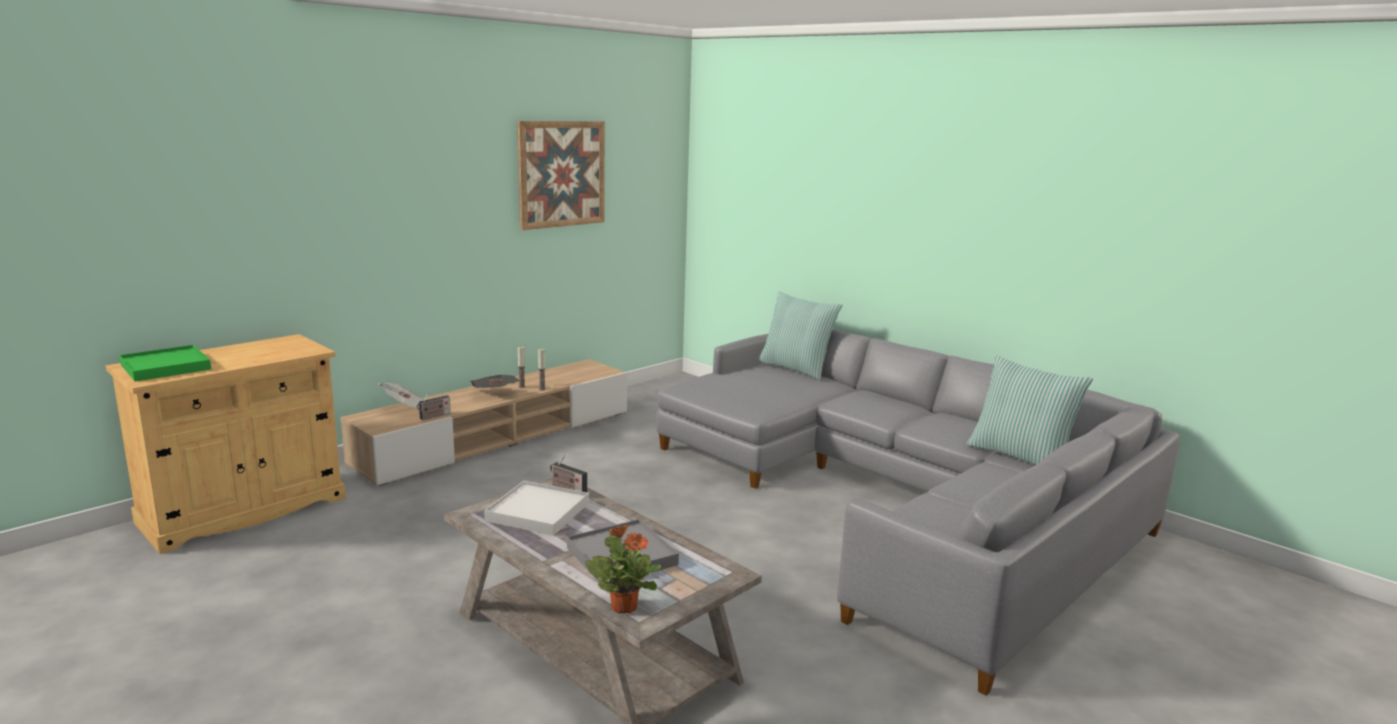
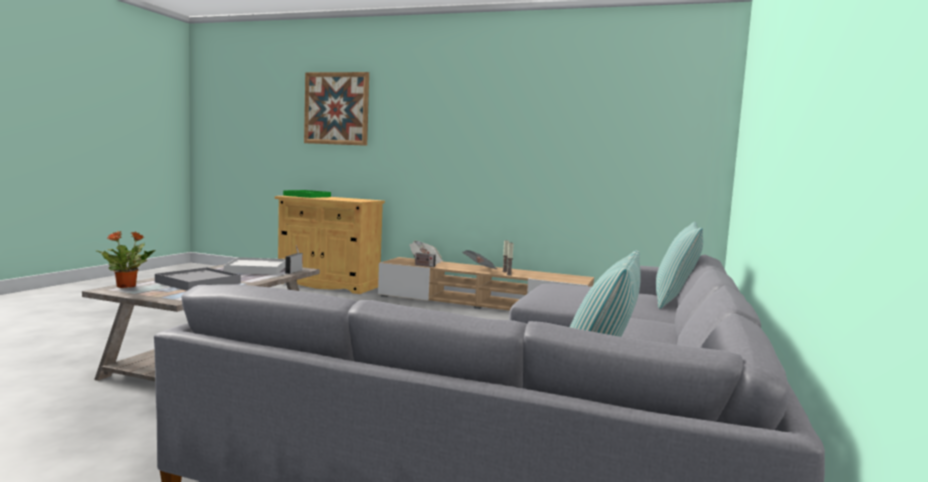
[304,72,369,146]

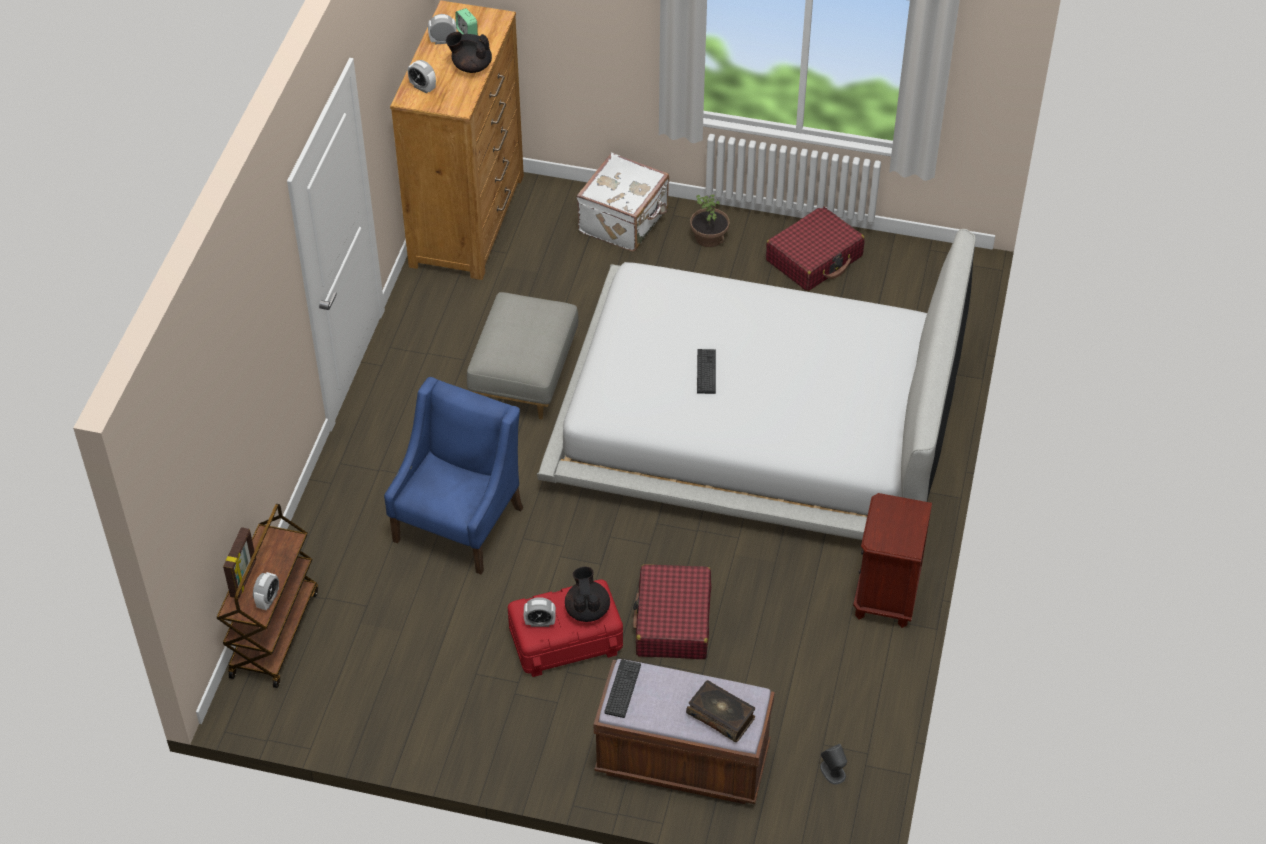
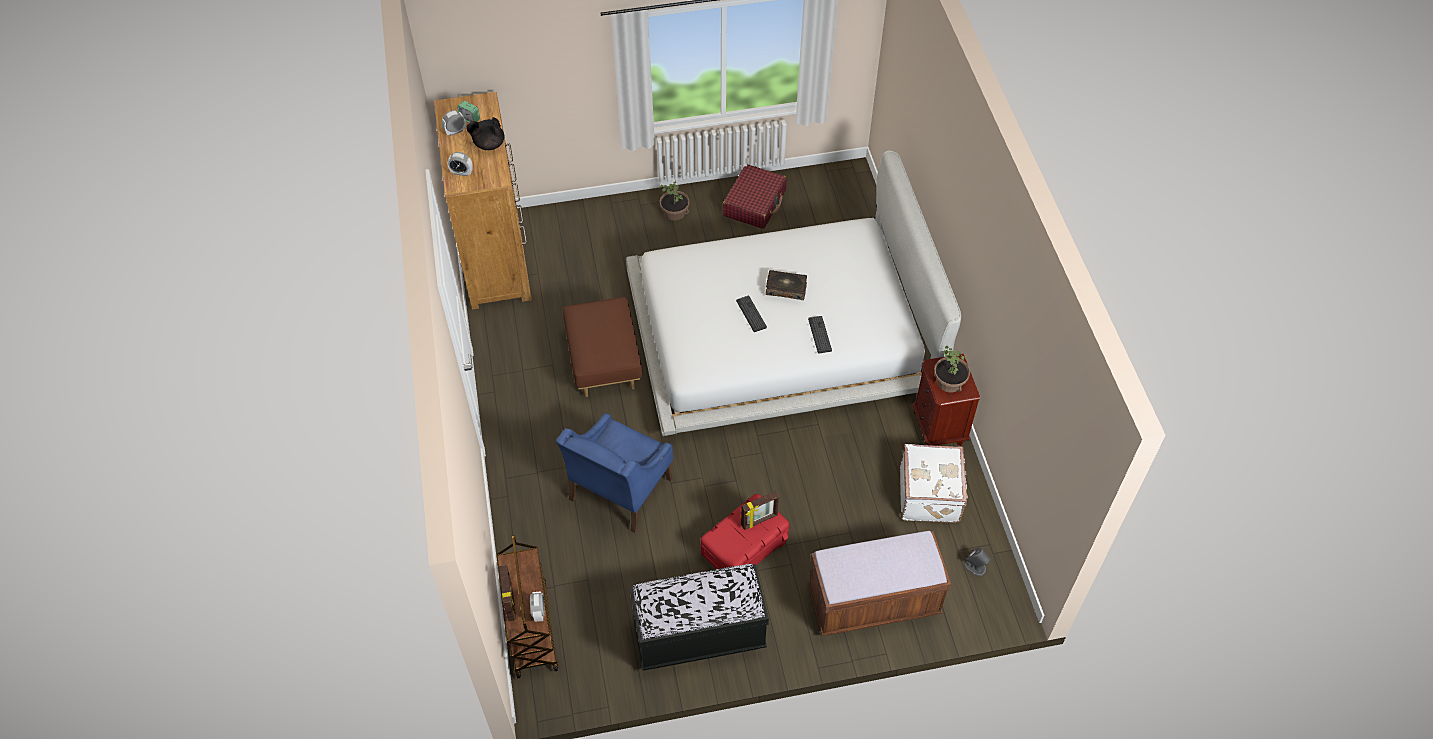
[900,444,968,523]
[563,297,642,397]
[556,413,673,533]
[633,564,711,659] (first image)
[741,491,779,530]
[524,597,556,627] (first image)
[808,316,832,354]
[766,270,807,300]
[934,346,970,392]
[630,564,769,671]

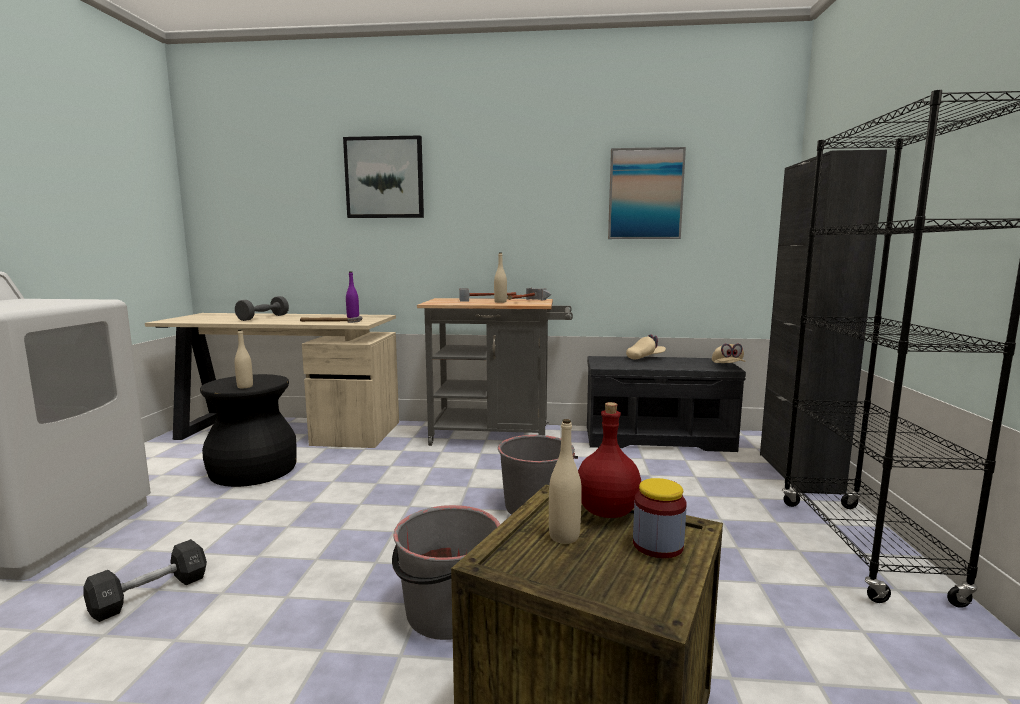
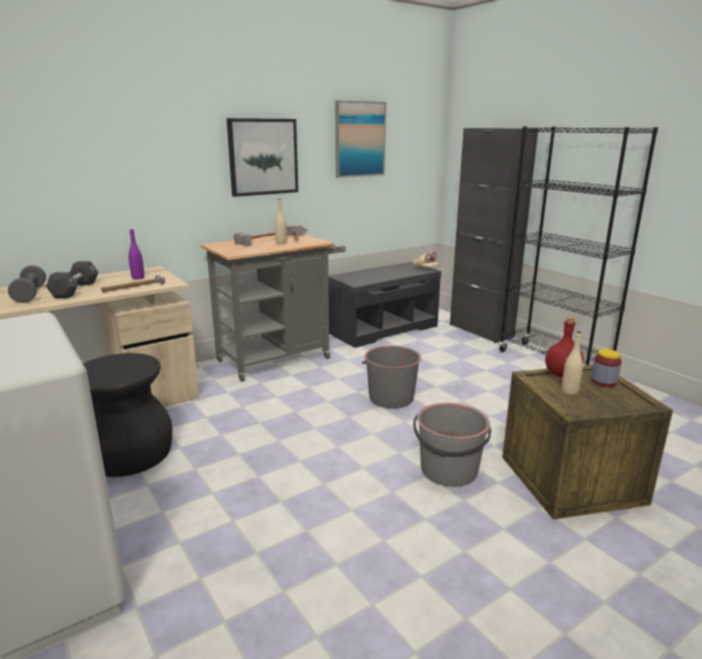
[227,118,298,197]
[235,329,253,388] (first image)
[626,334,666,359] (first image)
[46,261,99,298]

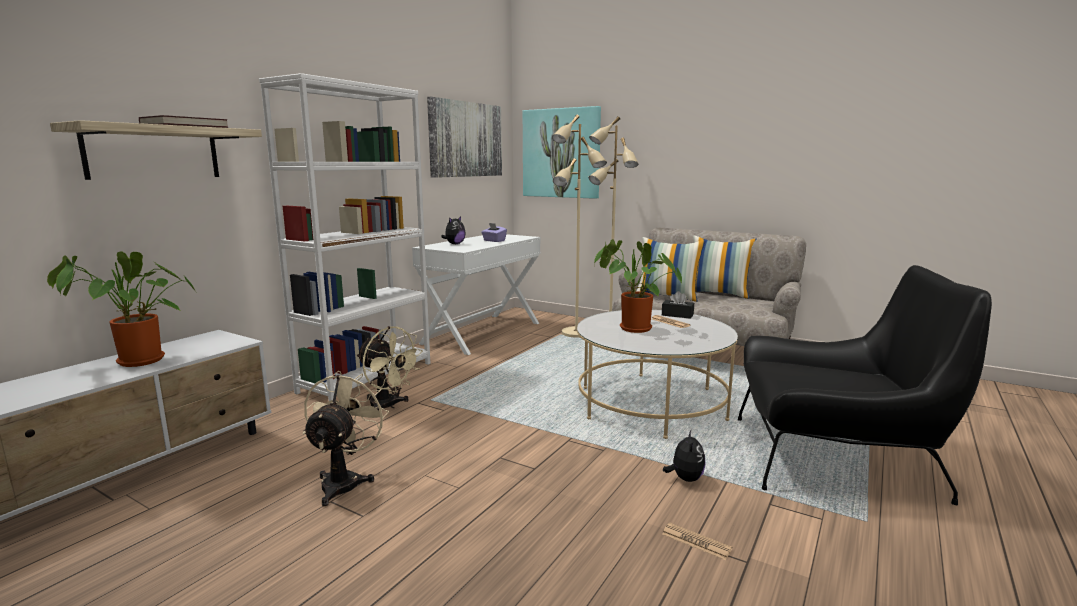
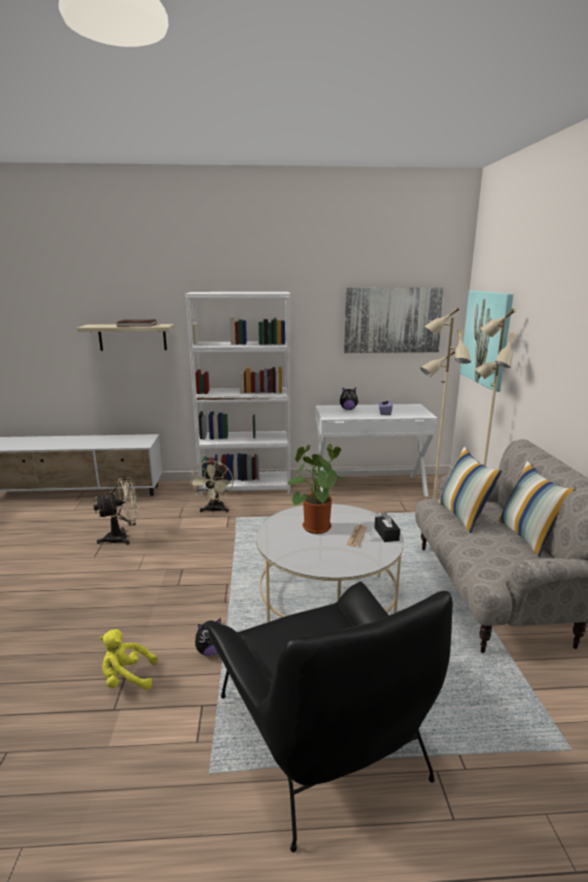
[47,251,195,367] (first image)
[100,629,157,690]

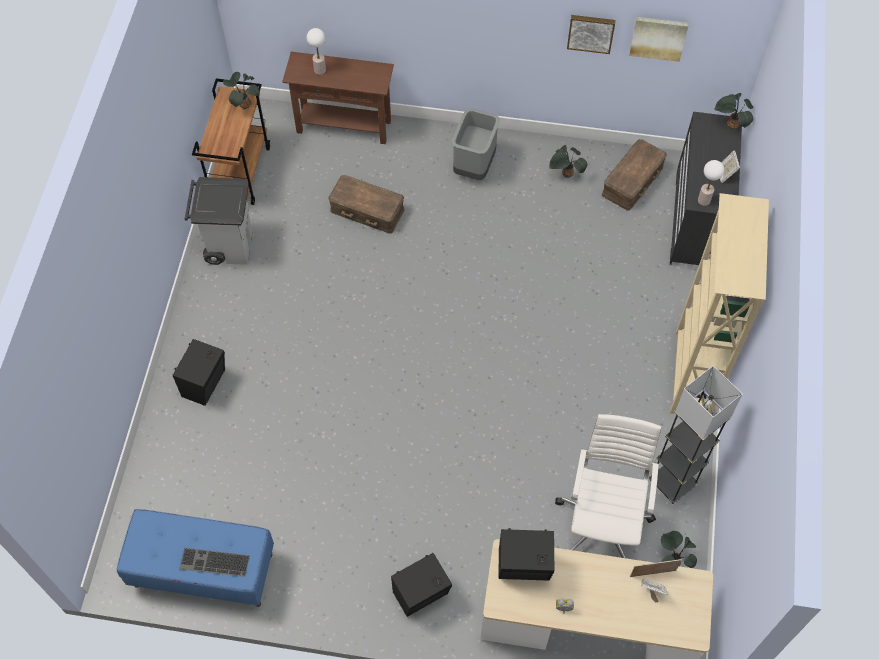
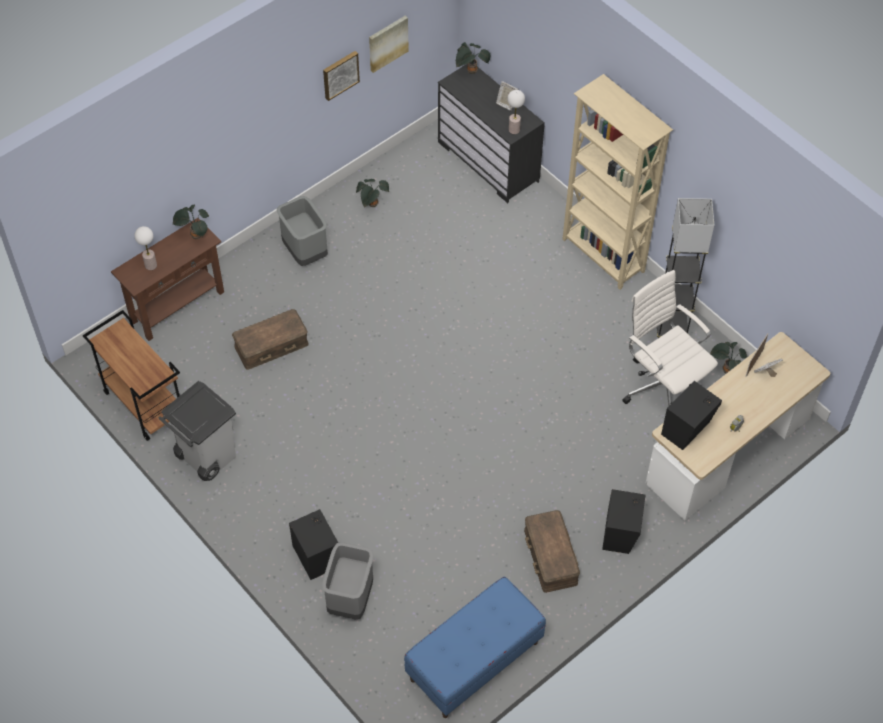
[173,205,209,239]
[524,510,580,593]
[179,548,250,577] (first image)
[322,542,373,619]

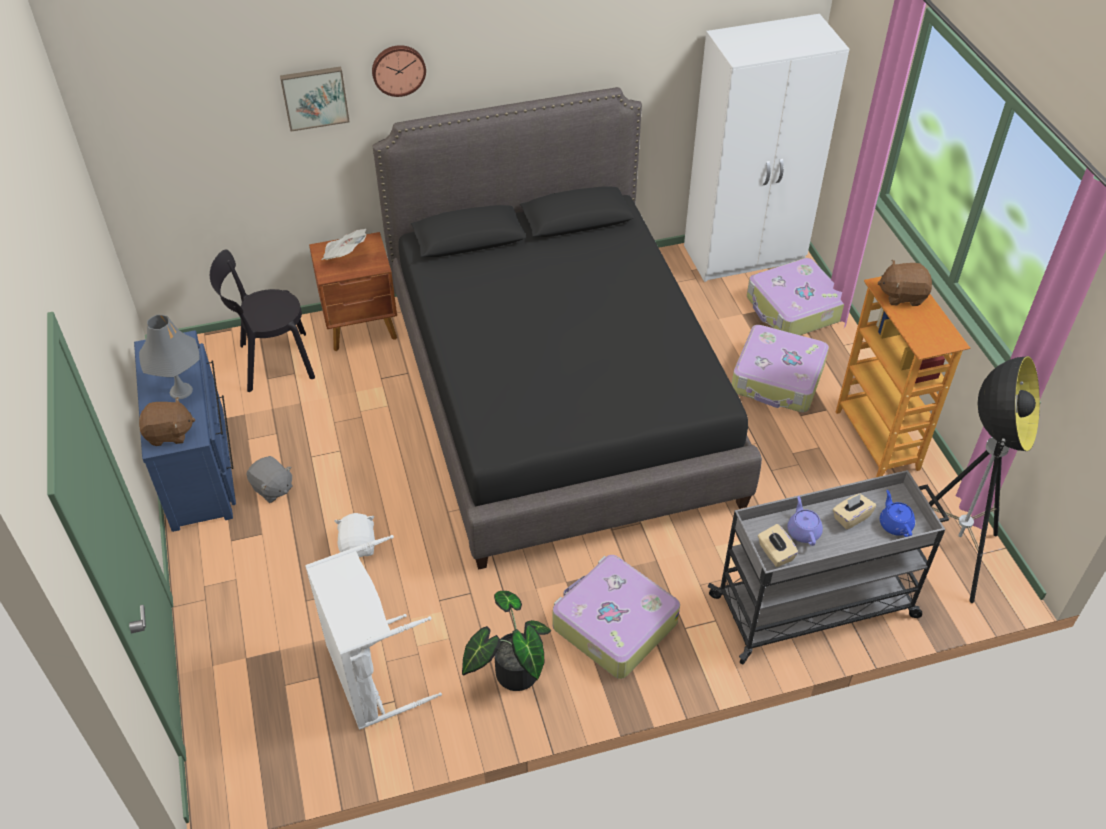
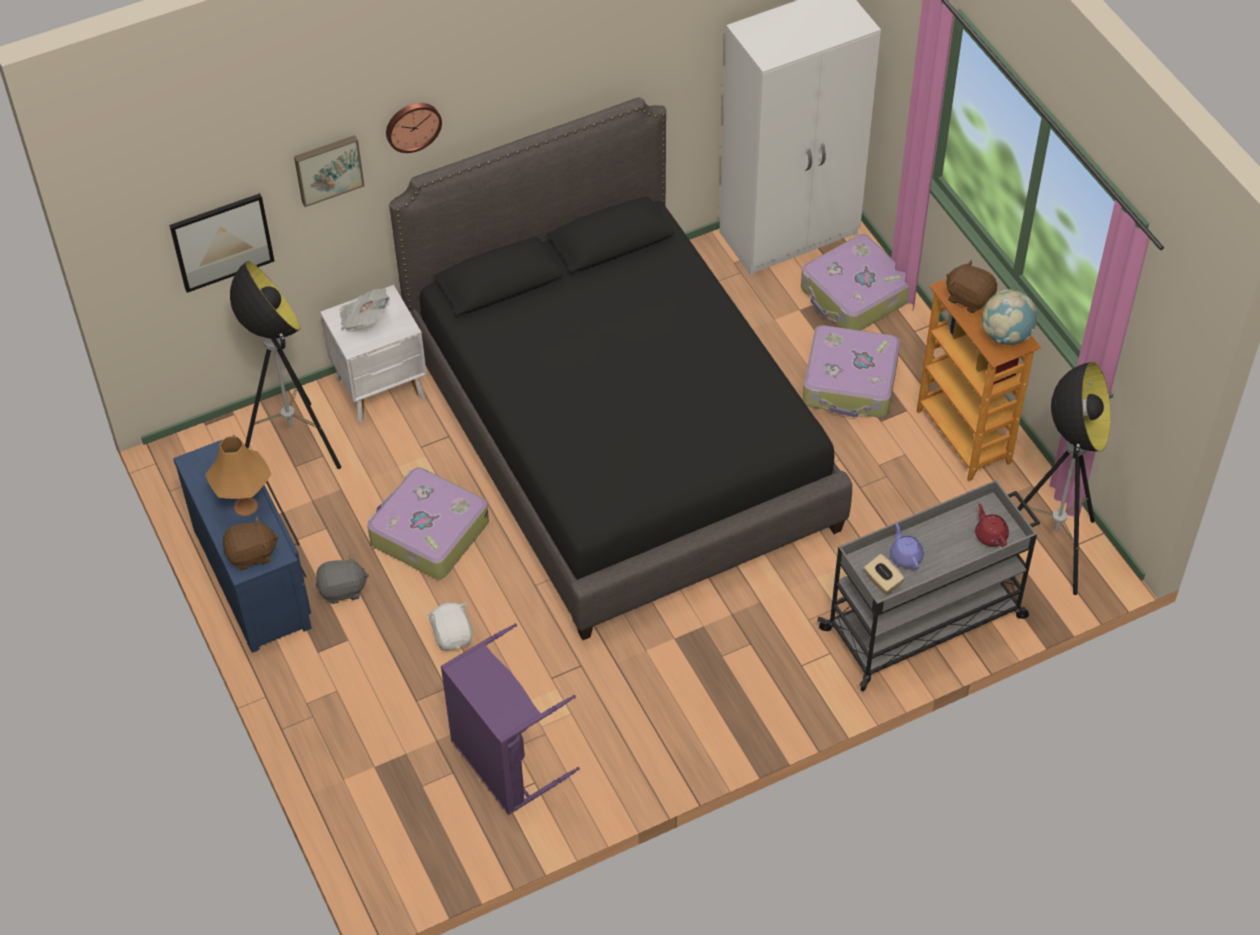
[320,285,427,422]
[230,261,341,469]
[946,260,997,313]
[205,436,271,516]
[316,554,369,604]
[975,503,1009,547]
[833,494,876,530] (first image)
[441,623,580,815]
[368,468,489,580]
[462,591,551,691] (first image)
[169,193,274,293]
[981,289,1038,345]

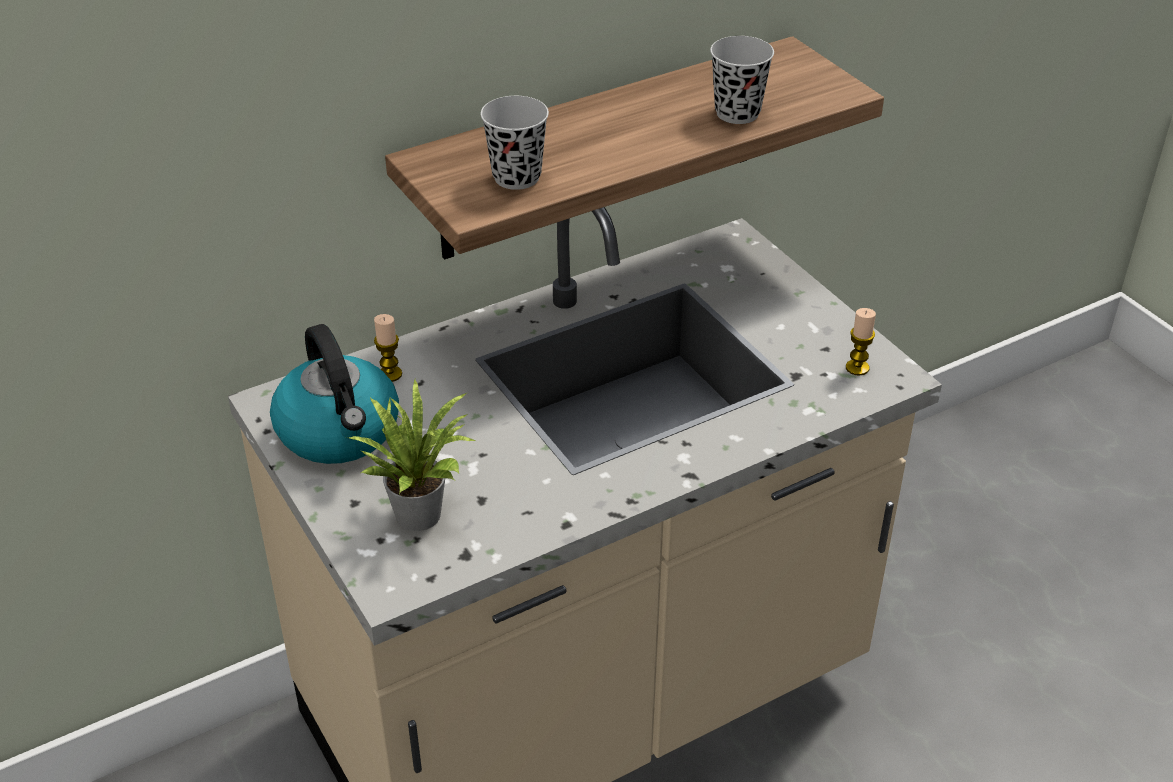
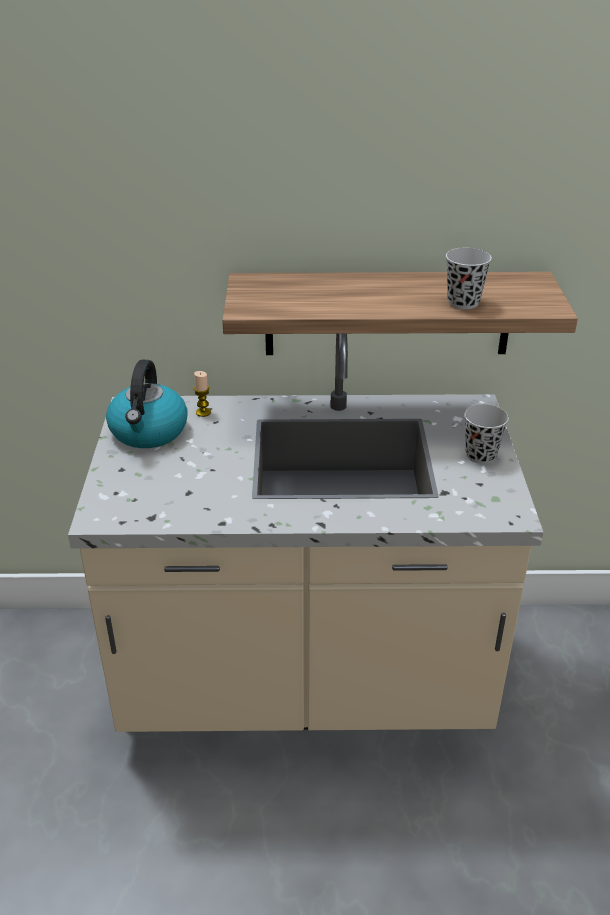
[464,404,509,464]
[846,308,876,376] (first image)
[346,379,475,531] (first image)

